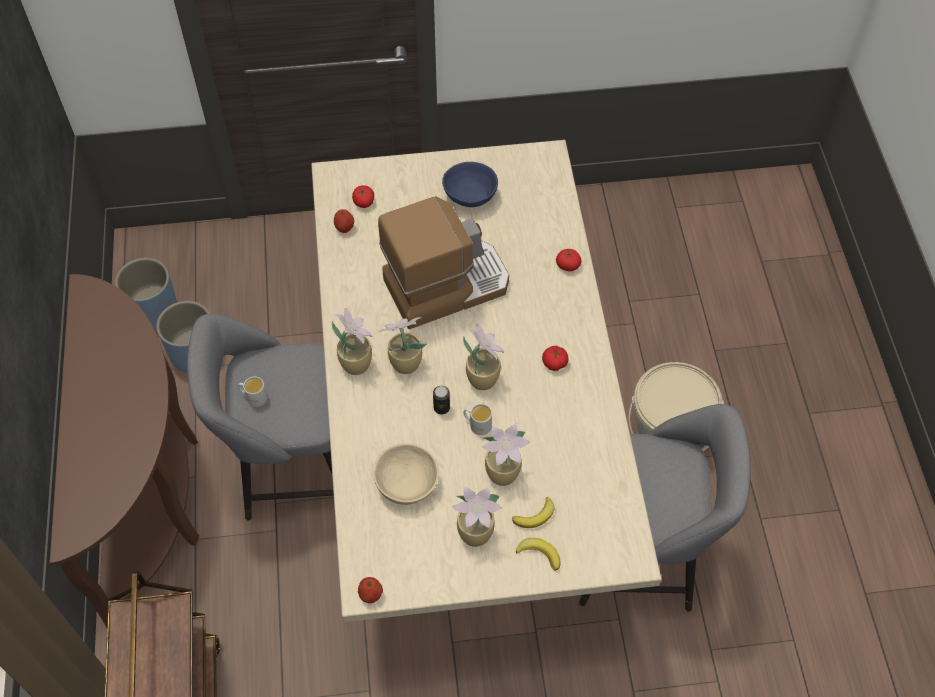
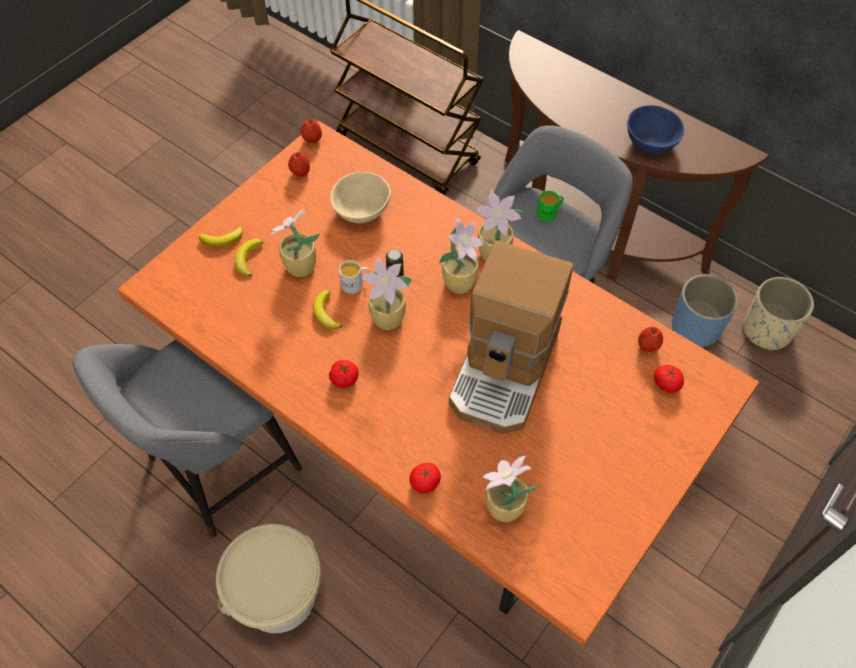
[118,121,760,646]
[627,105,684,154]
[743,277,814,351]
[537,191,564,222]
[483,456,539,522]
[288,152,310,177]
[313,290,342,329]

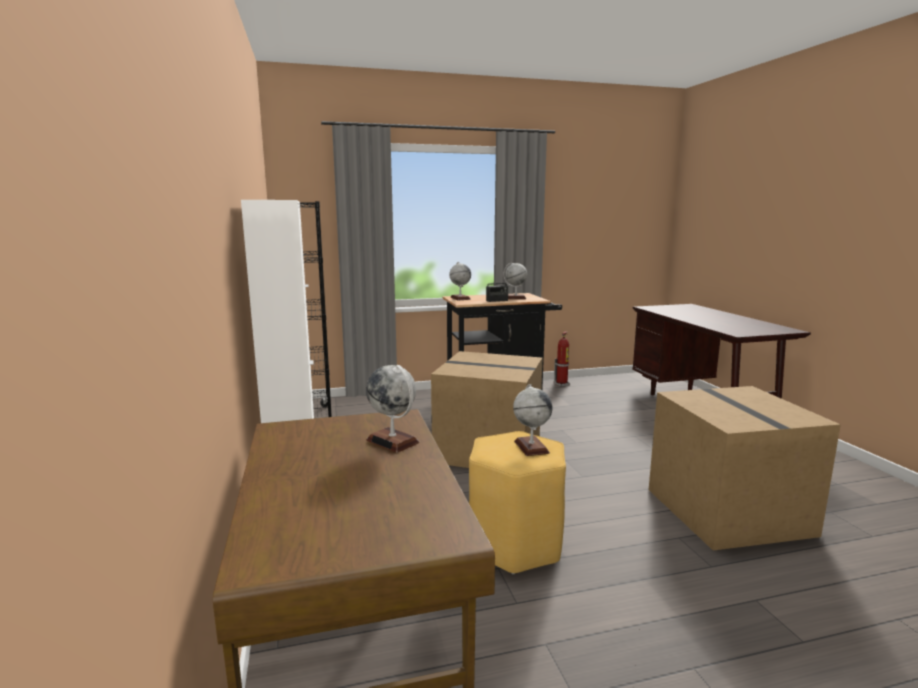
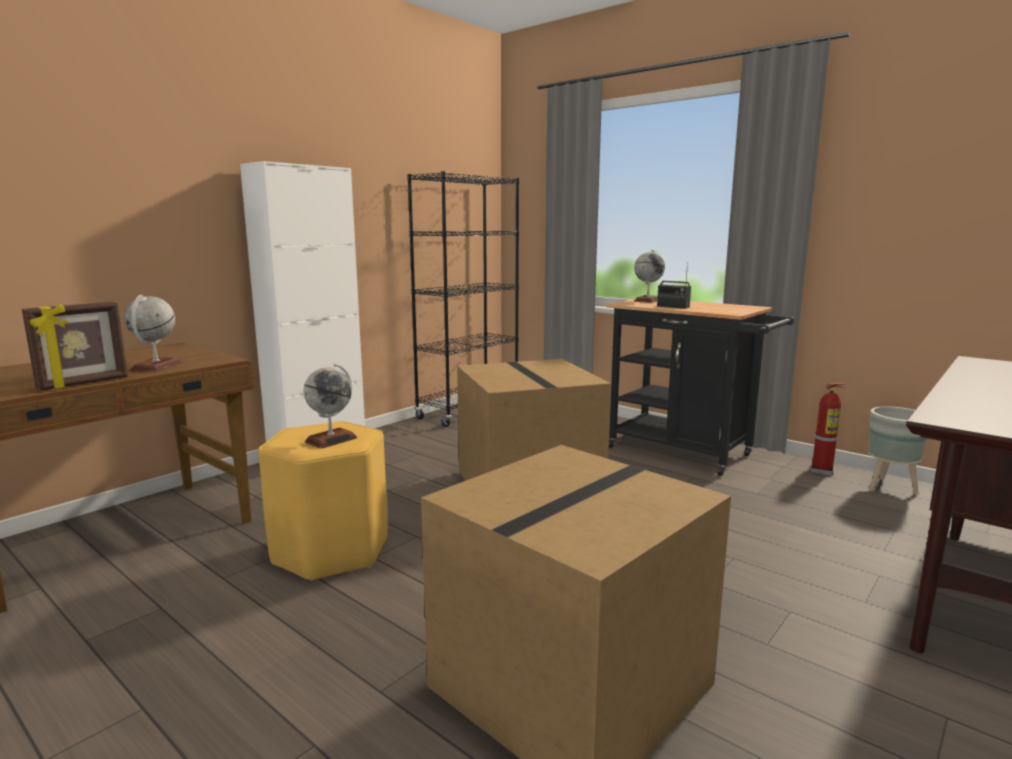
[503,262,527,299] (first image)
[22,302,128,391]
[868,407,927,495]

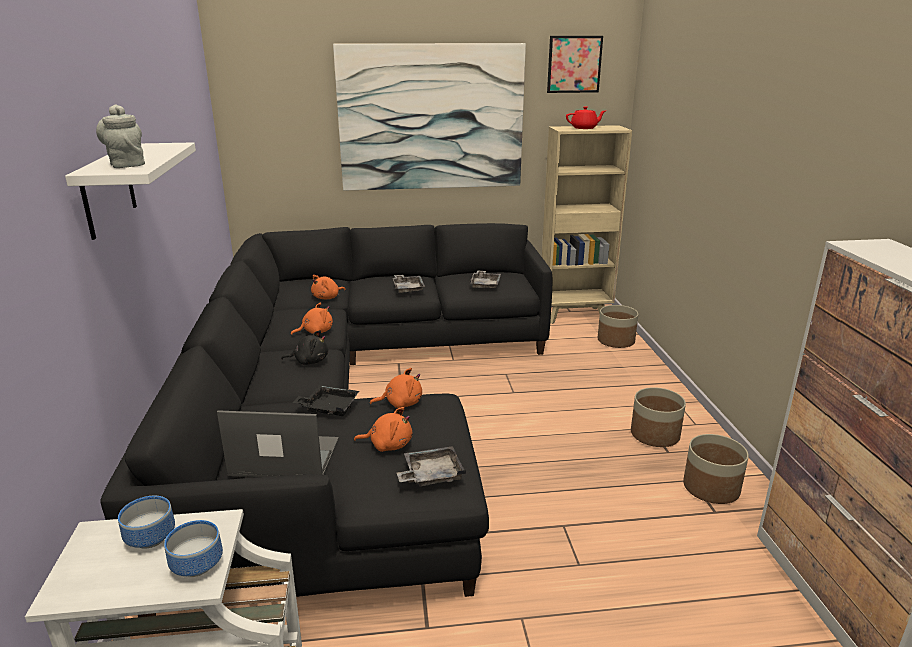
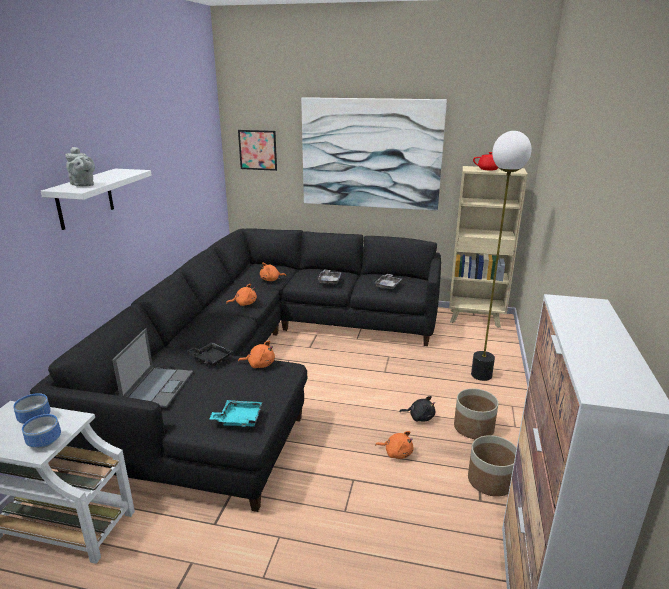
[238,130,277,171]
[65,147,95,187]
[598,305,638,348] (first image)
[399,396,435,421]
[375,431,413,459]
[112,329,193,408]
[209,400,262,427]
[471,131,532,381]

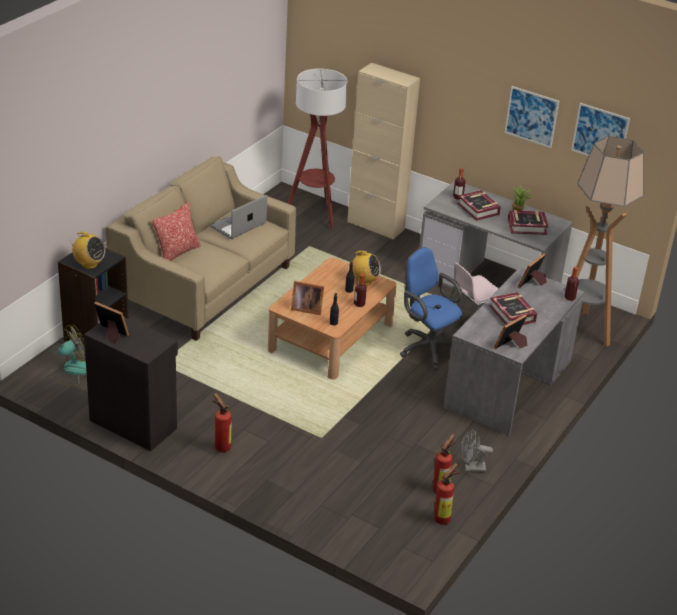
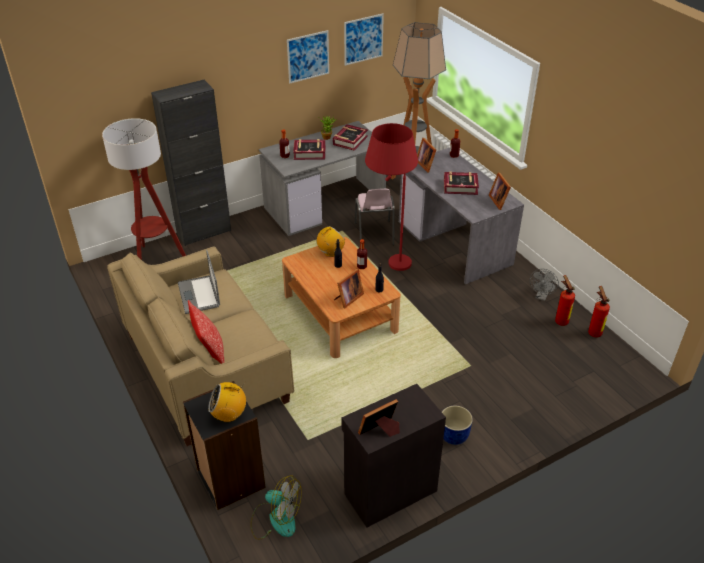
[151,80,231,246]
[208,381,246,422]
[365,123,418,271]
[250,475,302,540]
[442,406,473,445]

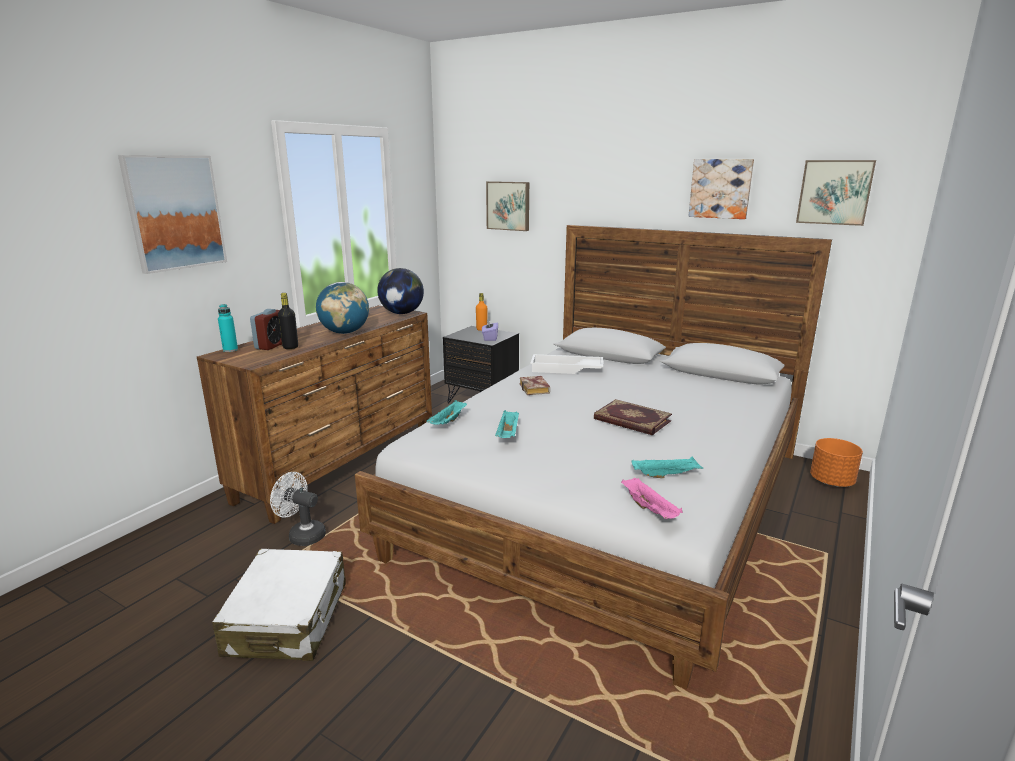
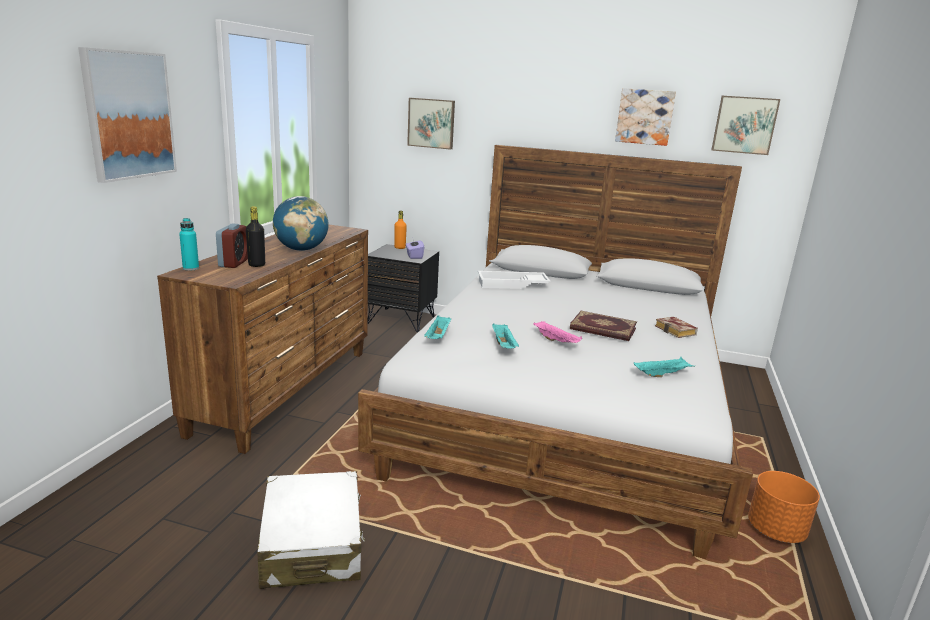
[377,268,424,314] (first image)
[655,317,698,338]
[748,471,820,543]
[270,472,326,546] (first image)
[533,321,582,343]

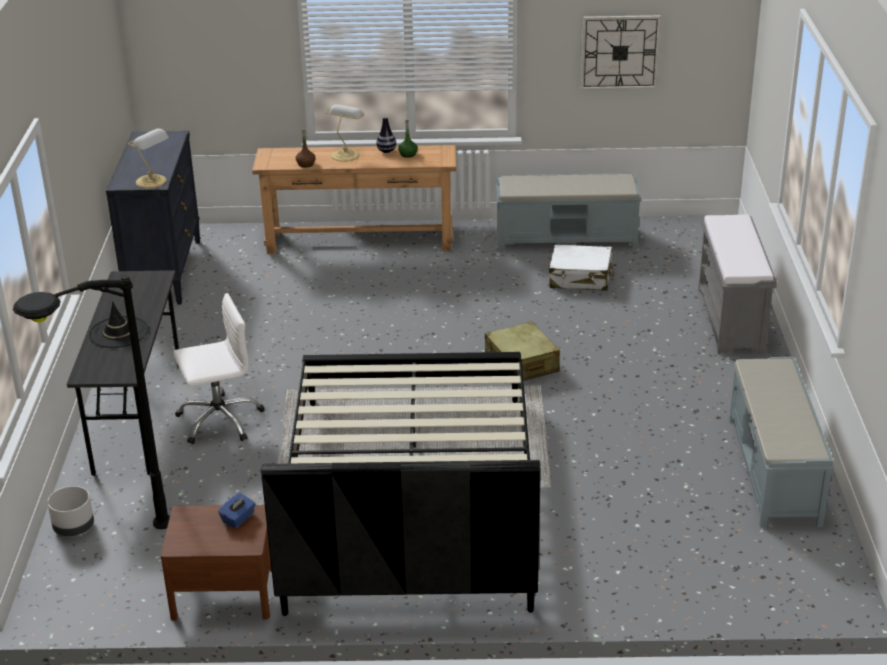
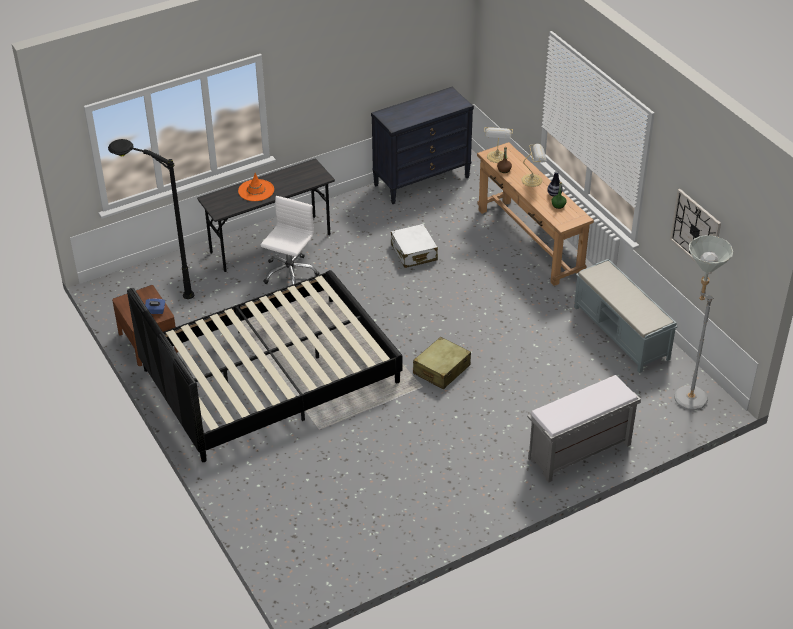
[484,127,513,163]
[391,224,438,268]
[261,196,320,285]
[238,173,274,201]
[729,357,835,528] (first image)
[47,486,94,536] (first image)
[674,235,733,410]

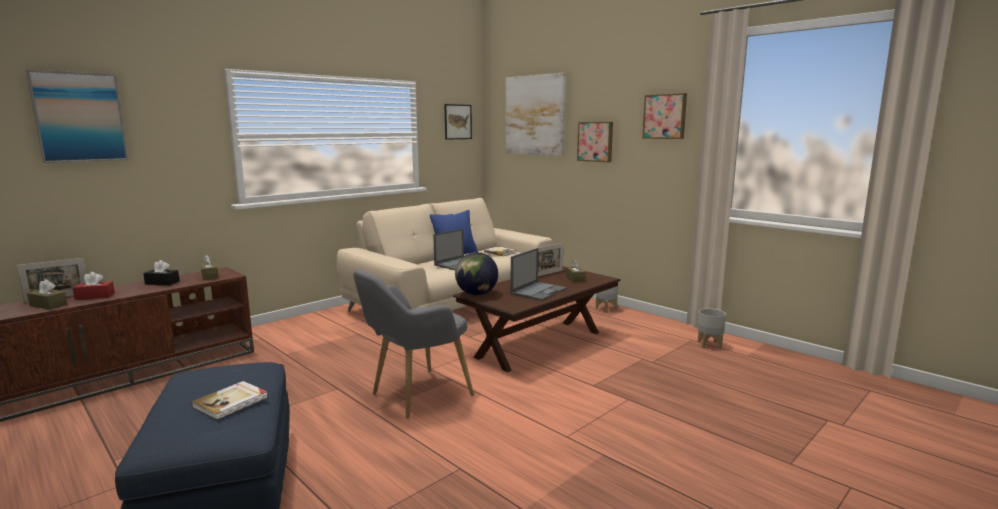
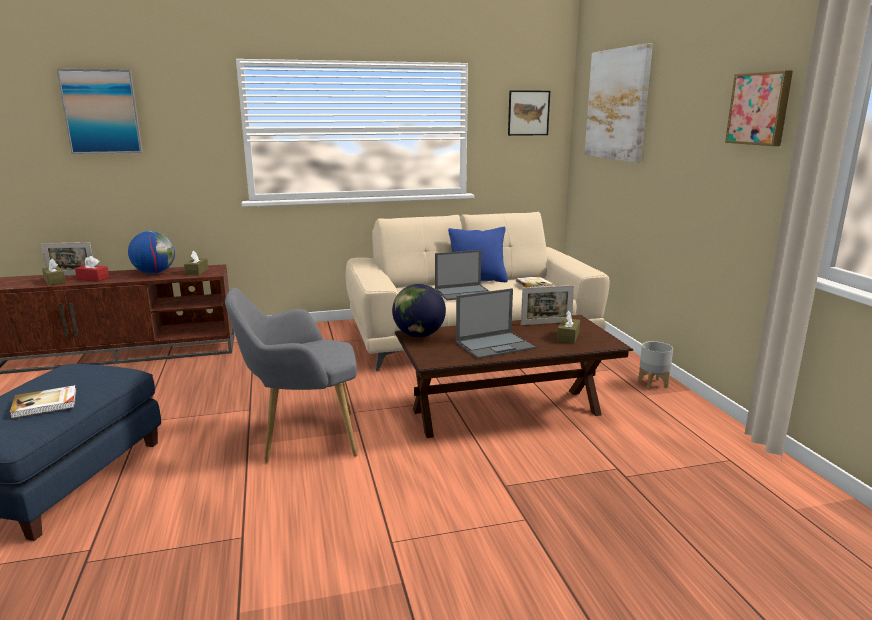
[577,122,613,162] (first image)
[128,231,175,274]
[698,308,726,349] (first image)

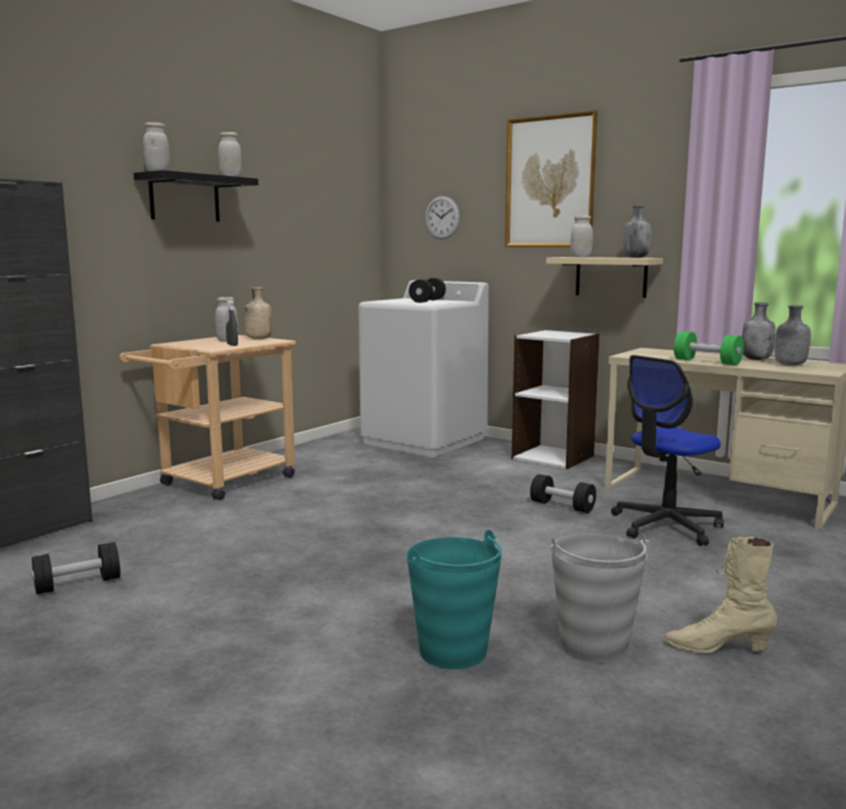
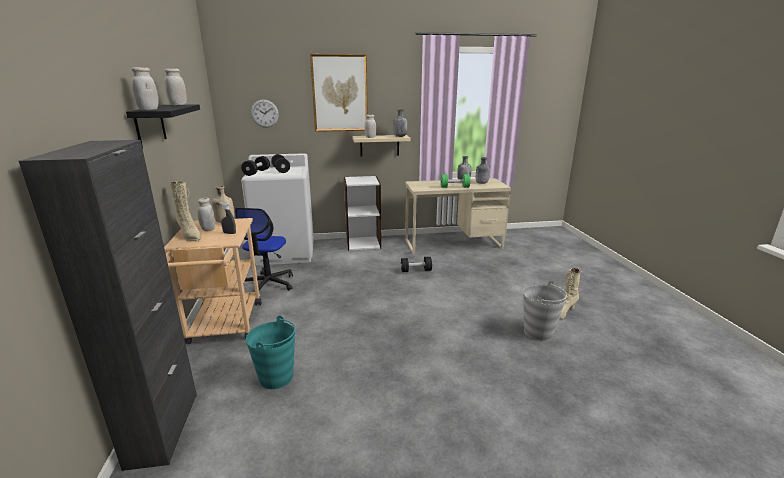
[235,208,293,290]
[246,316,295,389]
[241,156,270,176]
[170,181,202,241]

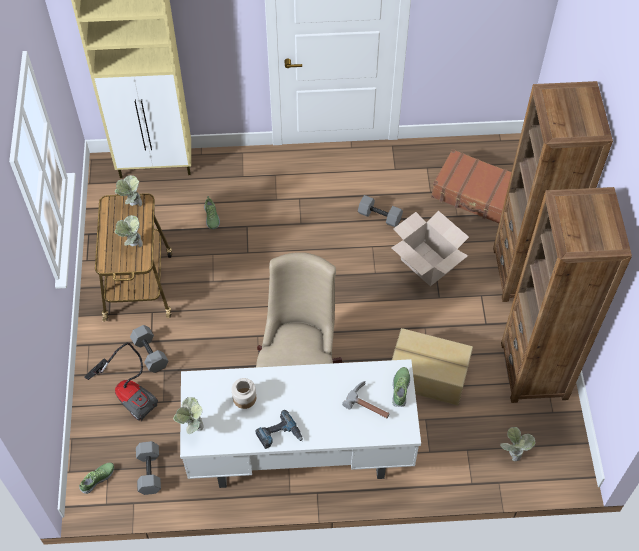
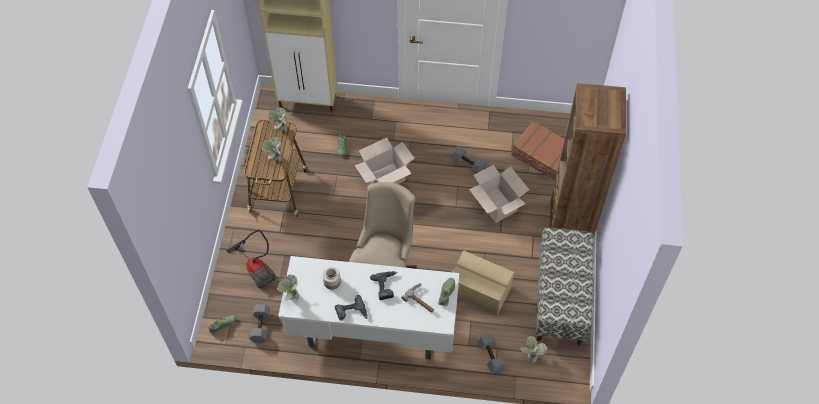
[535,228,594,346]
[477,334,506,374]
[354,138,415,184]
[370,271,397,300]

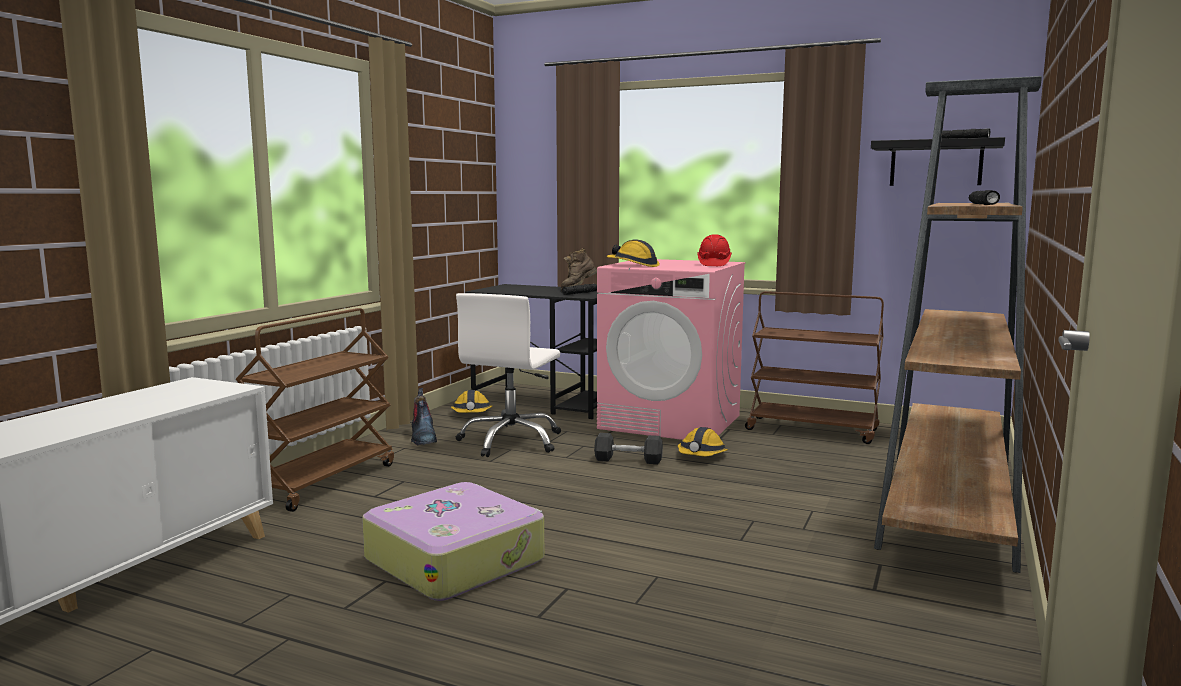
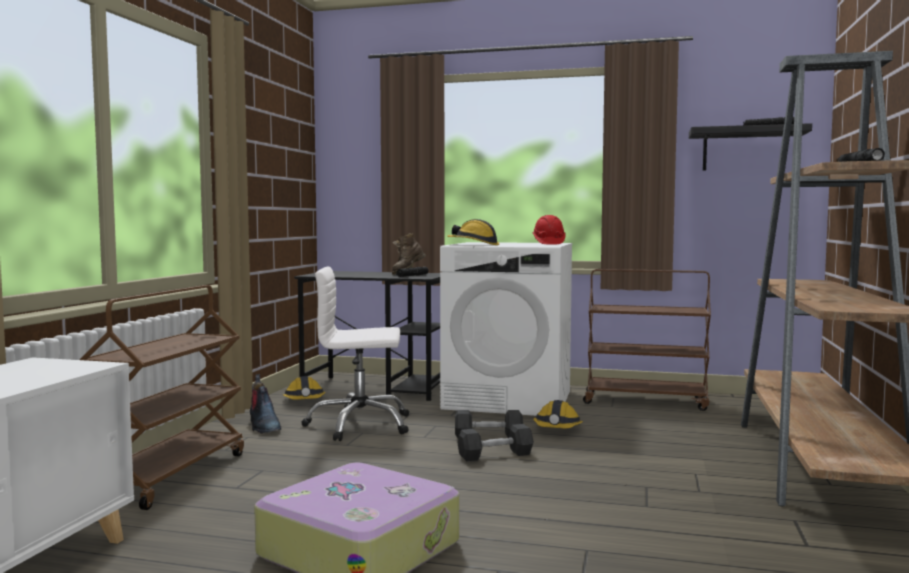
[440,242,572,416]
[301,267,409,441]
[458,424,534,462]

